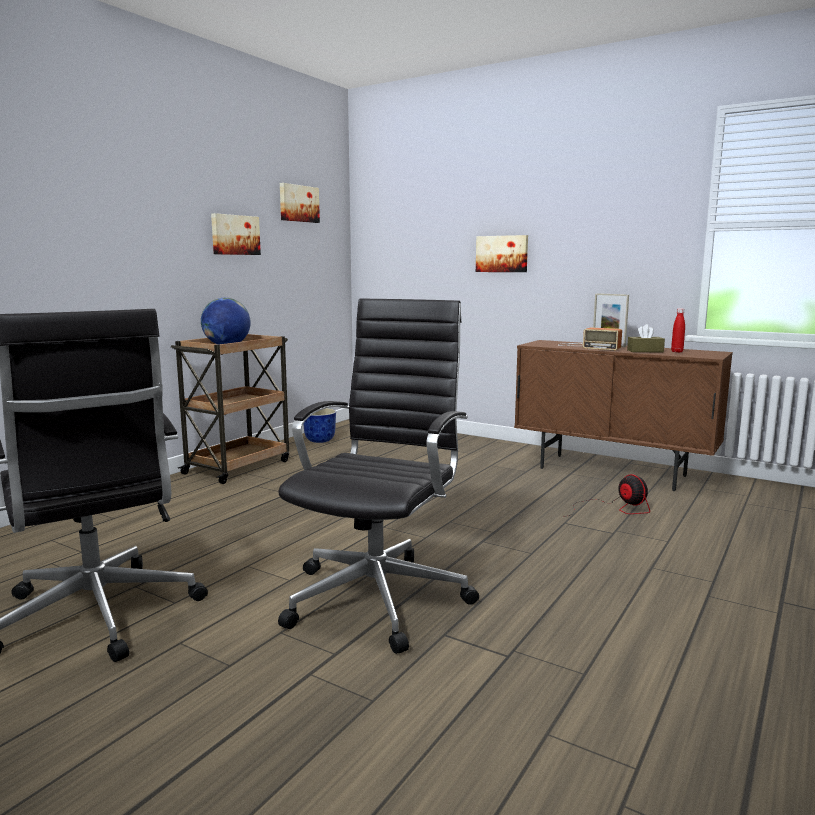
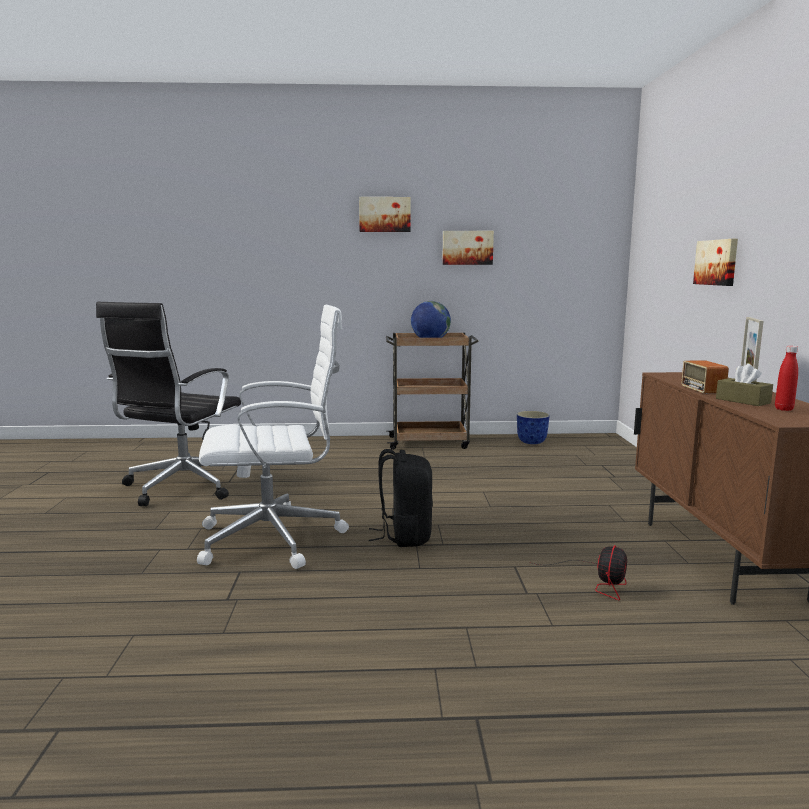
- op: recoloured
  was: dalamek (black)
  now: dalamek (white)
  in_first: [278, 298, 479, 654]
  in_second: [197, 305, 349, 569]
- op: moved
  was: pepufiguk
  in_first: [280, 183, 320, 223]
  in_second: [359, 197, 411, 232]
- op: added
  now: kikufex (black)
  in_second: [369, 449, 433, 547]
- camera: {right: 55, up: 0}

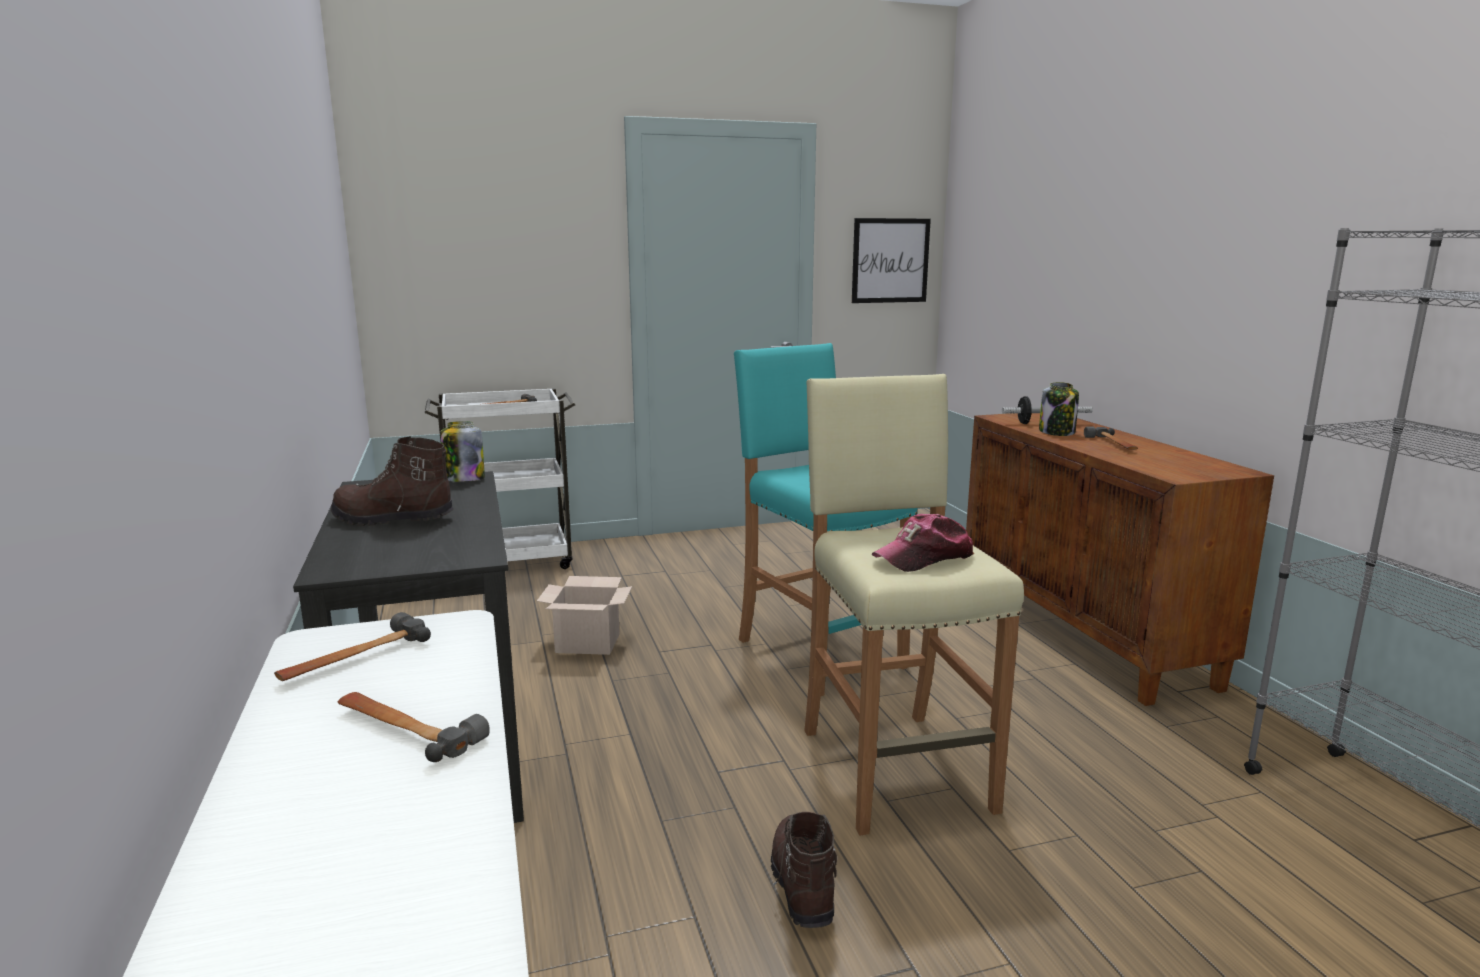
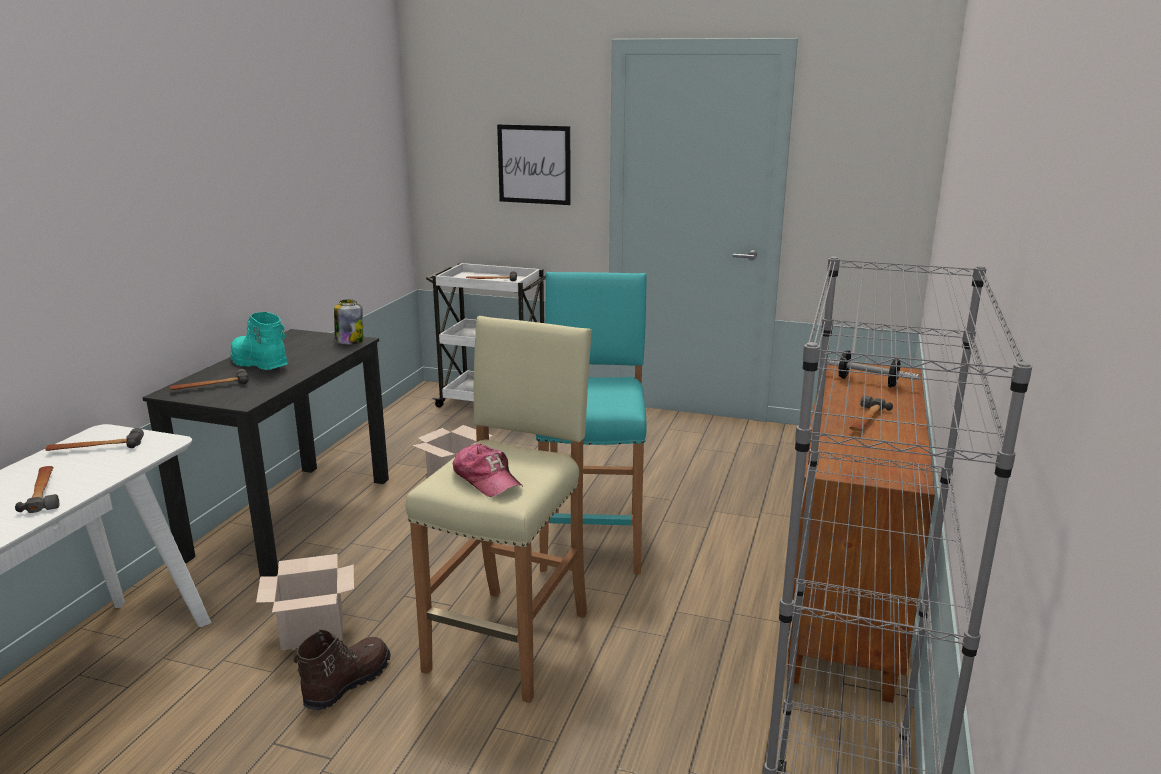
- op: added
  now: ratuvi
  in_second: [170, 369, 249, 390]
- op: recoloured
  was: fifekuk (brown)
  now: fifekuk (turquoise)
  in_first: [331, 436, 454, 526]
  in_second: [231, 312, 288, 370]
- op: added
  now: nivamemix
  in_second: [256, 554, 354, 650]
- op: turned
  was: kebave
  in_first: [872, 514, 975, 572]
  in_second: [452, 443, 522, 497]
  clockwise: -135
- op: moved
  was: pepufiguk
  in_first: [852, 218, 931, 303]
  in_second: [497, 124, 571, 205]
- op: removed
  was: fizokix
  in_first: [1039, 382, 1079, 436]
- camera: {right: 35, up: 5}

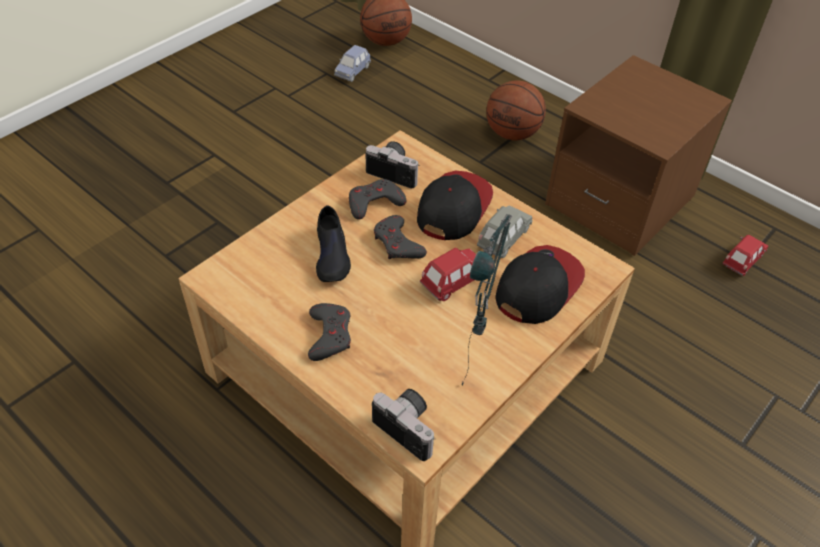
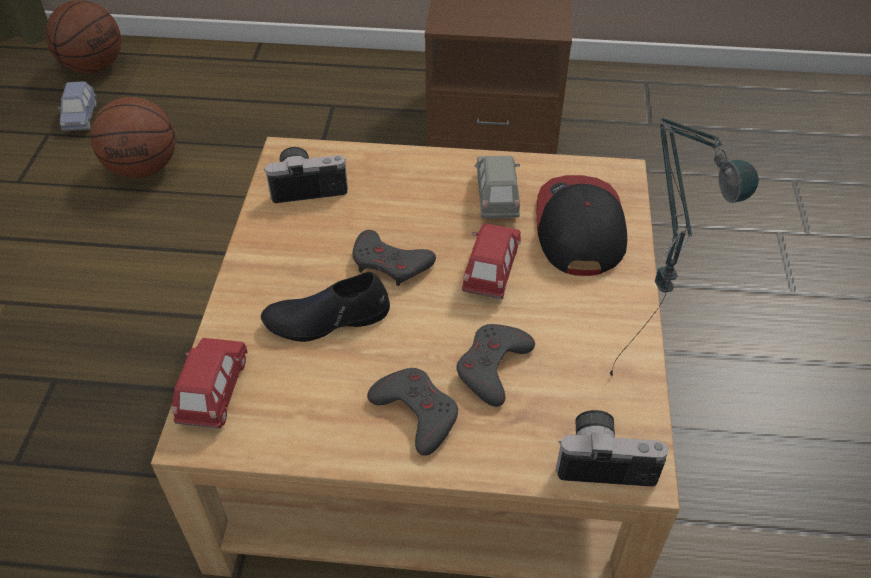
- op: moved
  was: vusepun
  in_first: [486, 80, 546, 141]
  in_second: [90, 97, 176, 178]
- op: moved
  was: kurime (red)
  in_first: [722, 235, 768, 276]
  in_second: [171, 338, 248, 429]
- op: turned
  was: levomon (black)
  in_first: [316, 205, 351, 282]
  in_second: [261, 272, 390, 342]
  clockwise: 120
- op: moved
  was: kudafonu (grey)
  in_first: [349, 179, 406, 220]
  in_second: [456, 324, 535, 407]
- op: removed
  was: kebave
  in_first: [417, 171, 493, 240]
- camera: {right: -35, up: 0}

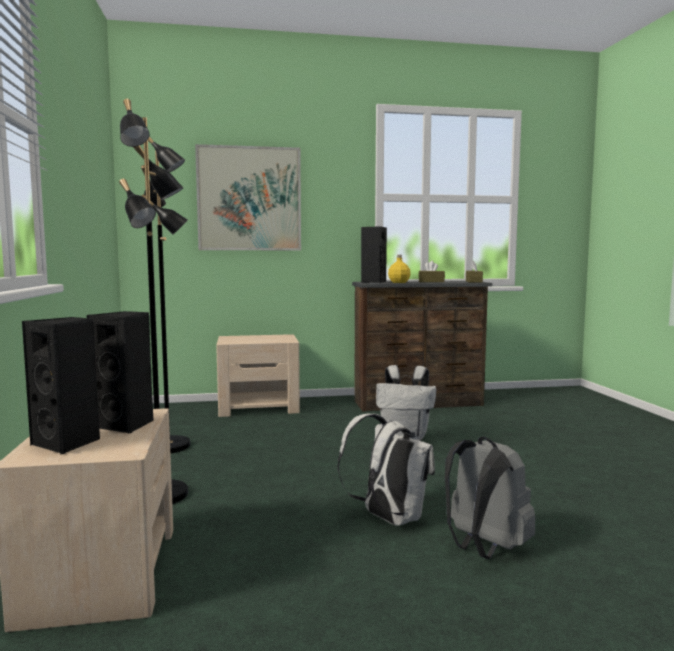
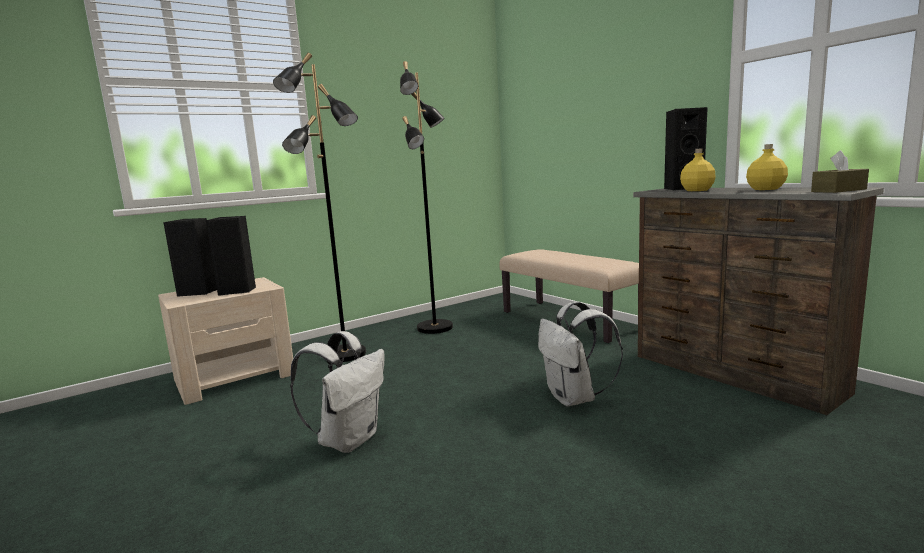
- op: replaced
  was: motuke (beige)
  now: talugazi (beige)
  in_first: [216, 334, 300, 417]
  in_second: [499, 249, 639, 343]
- op: replaced
  was: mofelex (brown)
  now: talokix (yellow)
  in_first: [418, 261, 445, 282]
  in_second: [746, 144, 788, 190]
- op: removed
  was: pepufiguk
  in_first: [195, 144, 301, 250]
- op: removed
  was: kikufex (grey)
  in_first: [445, 436, 535, 559]
- camera: {right: 65, up: 5}

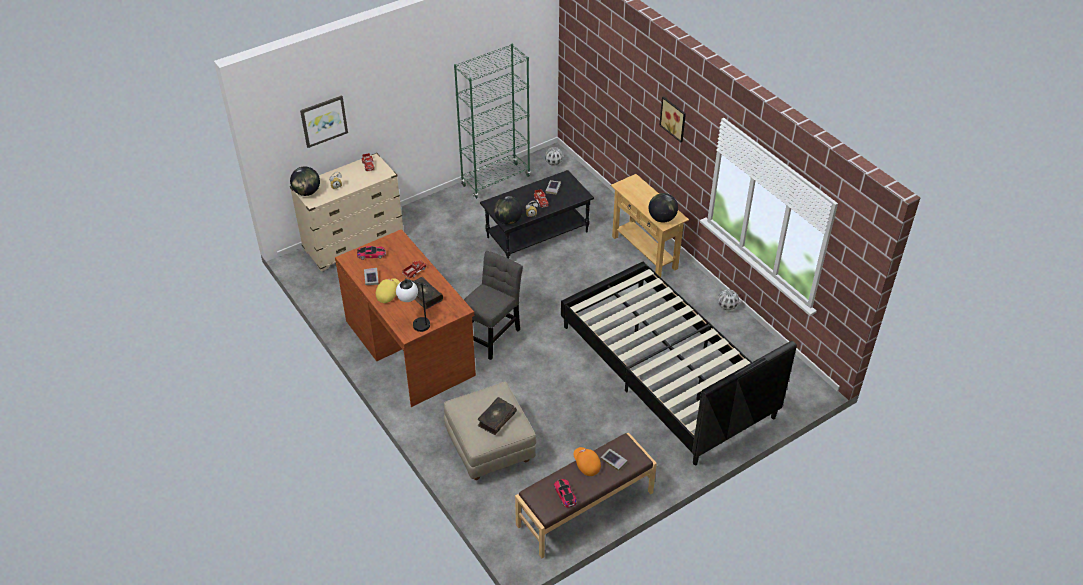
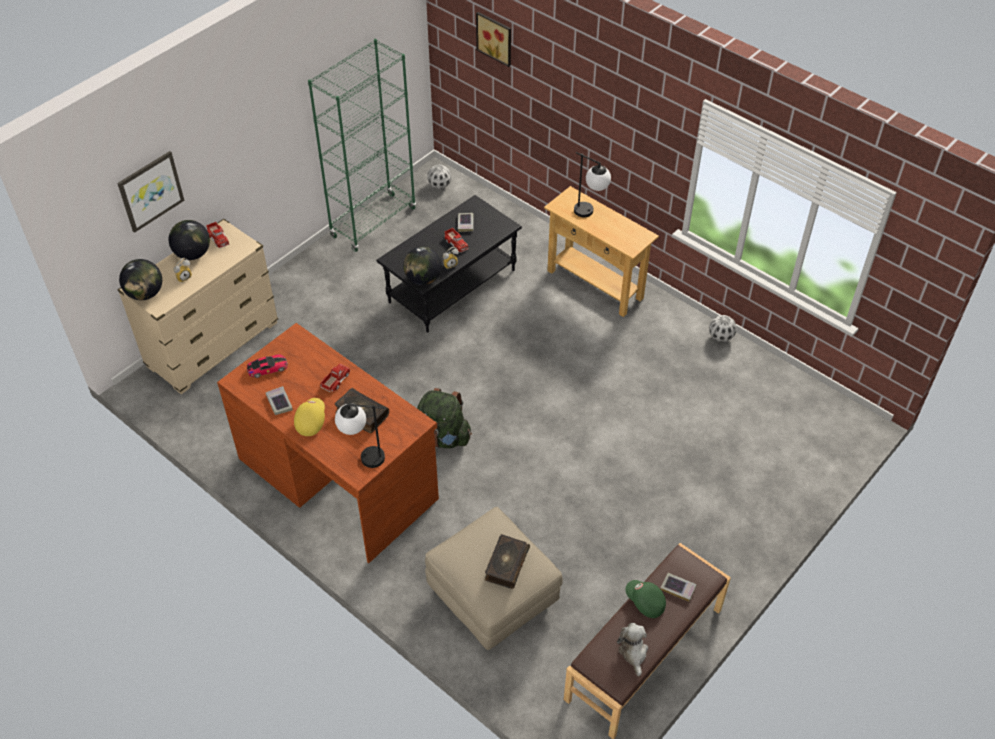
- op: moved
  was: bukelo
  in_first: [649, 193, 678, 223]
  in_second: [169, 220, 210, 260]
- op: replaced
  was: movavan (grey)
  now: kikufex (green)
  in_first: [464, 251, 523, 360]
  in_second: [417, 388, 472, 448]
- op: moved
  was: pepufiguk
  in_first: [659, 97, 686, 142]
  in_second: [476, 12, 511, 67]
- op: added
  now: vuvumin
  in_second: [574, 152, 611, 217]
- op: replaced
  was: kurime
  now: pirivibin
  in_first: [554, 479, 577, 508]
  in_second: [617, 623, 648, 677]
- op: recoloured
  was: kebave (orange)
  now: kebave (green)
  in_first: [574, 447, 601, 476]
  in_second: [626, 580, 666, 618]
- op: removed
  was: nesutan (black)
  in_first: [561, 262, 797, 465]
- camera: {right: -15, up: 5}

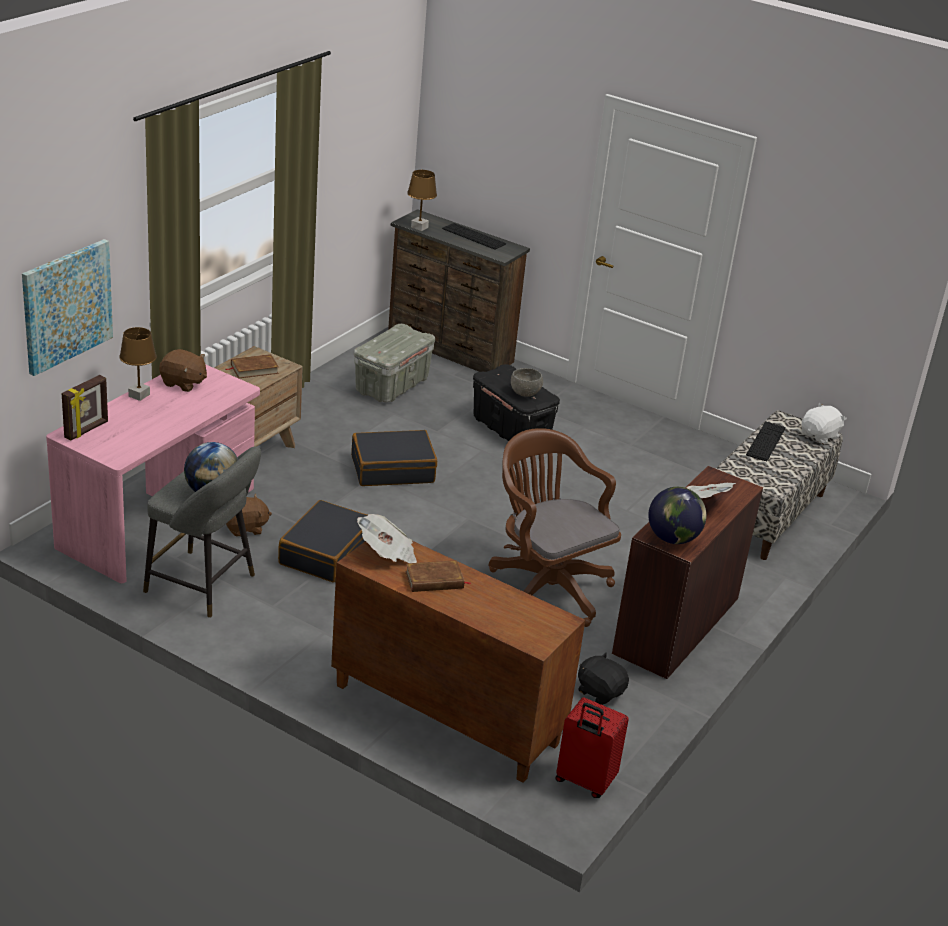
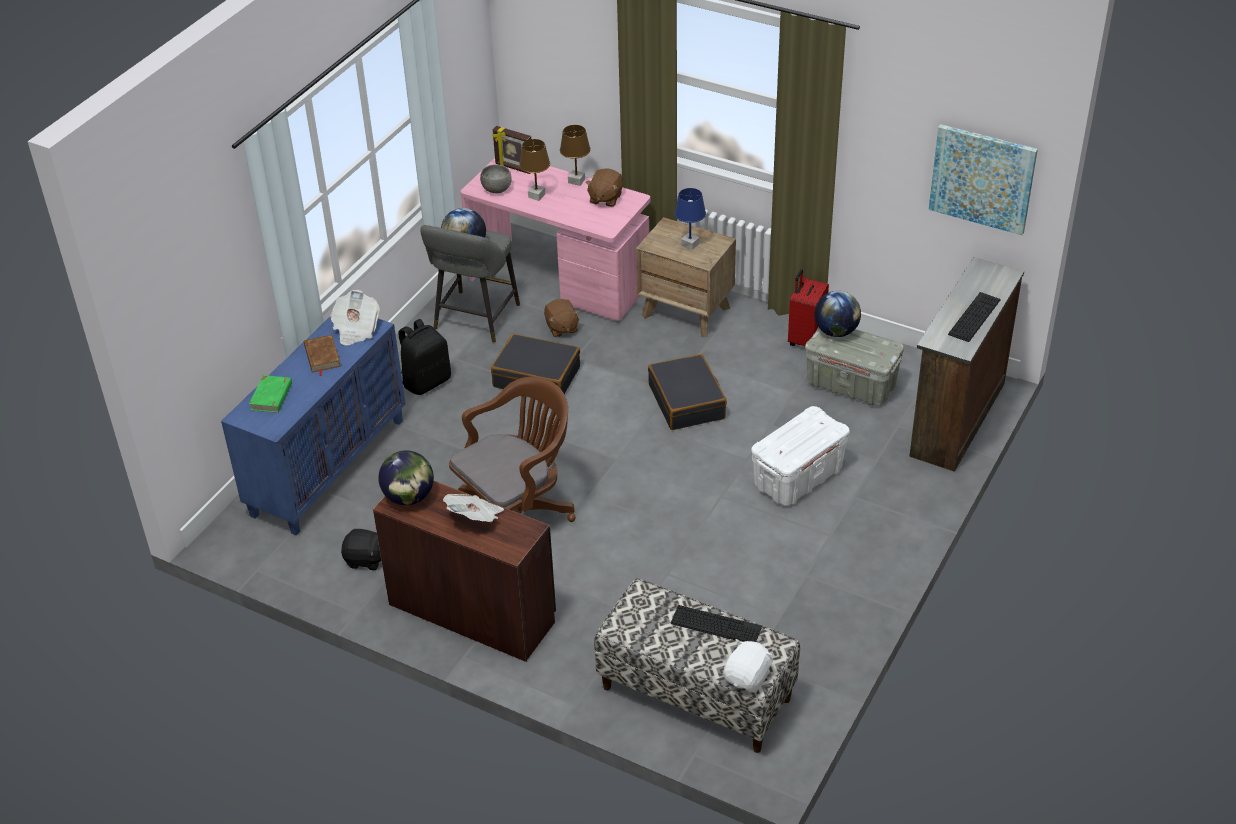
- op: recoloured
  was: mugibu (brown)
  now: mugibu (blue)
  in_first: [331, 541, 585, 783]
  in_second: [221, 317, 405, 535]
- op: added
  now: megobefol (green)
  in_second: [249, 375, 292, 413]
- op: turned
  was: pirivibin (black)
  in_first: [578, 653, 629, 705]
  in_second: [341, 529, 381, 570]
  clockwise: 60
- op: added
  now: kikufex (black)
  in_second: [398, 319, 451, 395]
- op: moved
  was: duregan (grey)
  in_first: [511, 368, 543, 397]
  in_second: [480, 164, 511, 193]
- op: moved
  was: vuvumin (brown)
  in_first: [407, 170, 437, 231]
  in_second: [519, 139, 550, 201]
- op: replaced
  was: megobefol (brown)
  now: vuvumin (blue)
  in_first: [226, 354, 279, 378]
  in_second: [674, 188, 706, 250]
- op: turned
  was: pirivibin (white)
  in_first: [802, 403, 847, 444]
  in_second: [723, 639, 775, 693]
  clockwise: -105
- op: recoloured
  was: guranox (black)
  now: guranox (white)
  in_first: [473, 364, 560, 441]
  in_second: [751, 406, 850, 506]
- op: moved
  was: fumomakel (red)
  in_first: [556, 697, 629, 798]
  in_second: [788, 269, 829, 346]
- op: added
  now: bukelo
  in_second: [814, 291, 861, 337]
- op: moved
  was: pepufiguk
  in_first: [22, 239, 113, 376]
  in_second: [929, 124, 1038, 235]
- camera: {right: 90, up: 10}

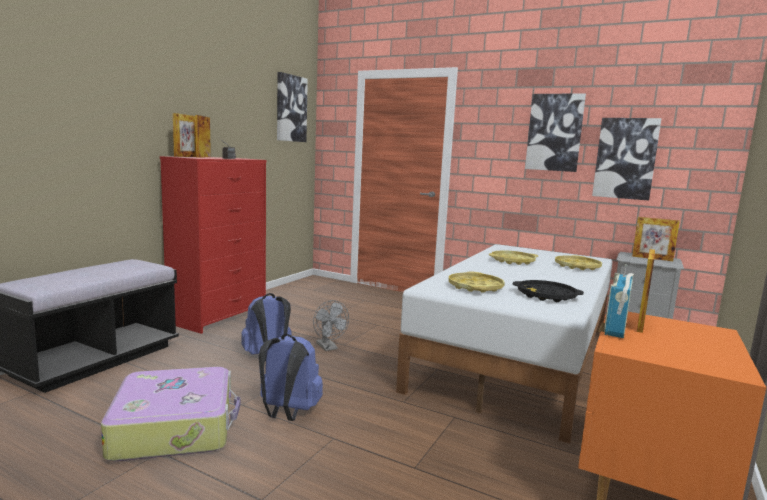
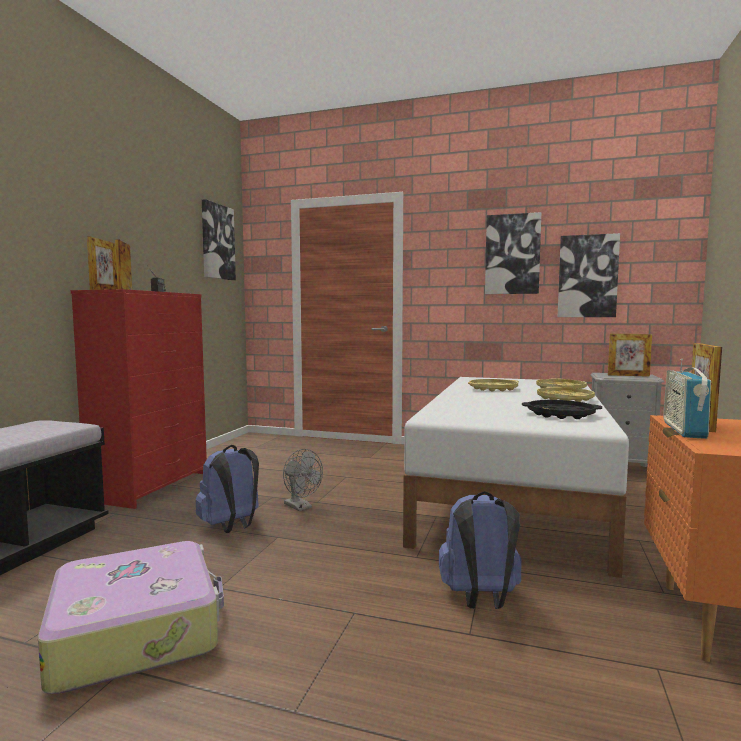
- op: moved
  was: kikufex (blue)
  in_first: [259, 334, 323, 421]
  in_second: [439, 491, 522, 609]
- op: moved
  was: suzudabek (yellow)
  in_first: [449, 272, 505, 293]
  in_second: [537, 387, 595, 402]
- camera: {right: -10, up: -5}

